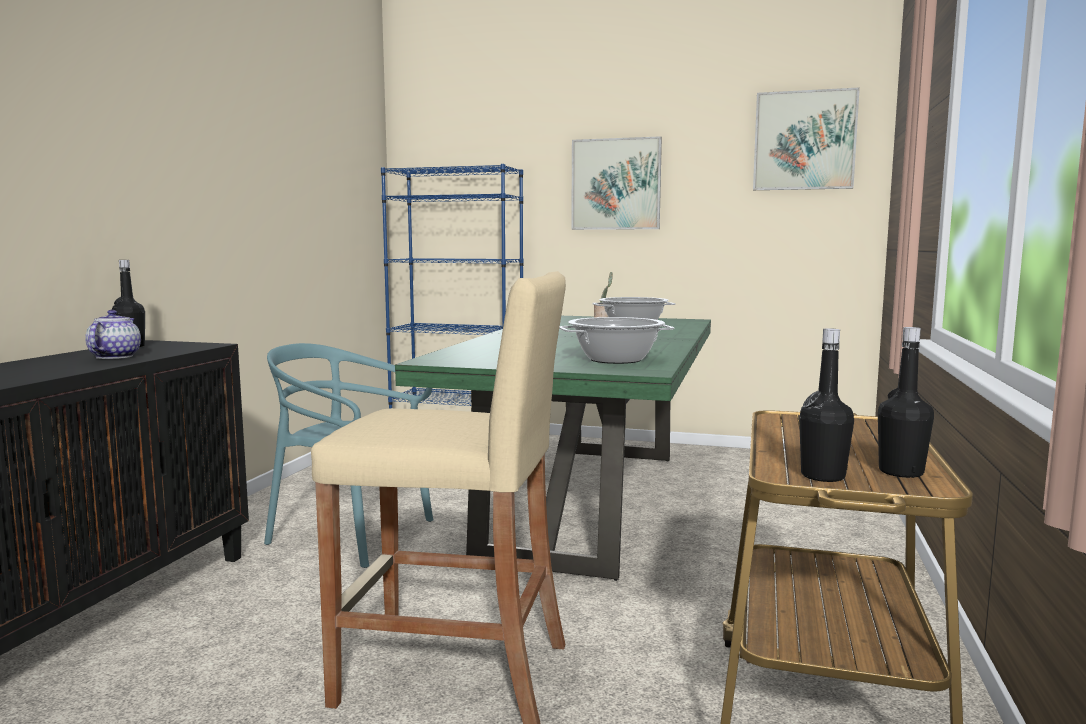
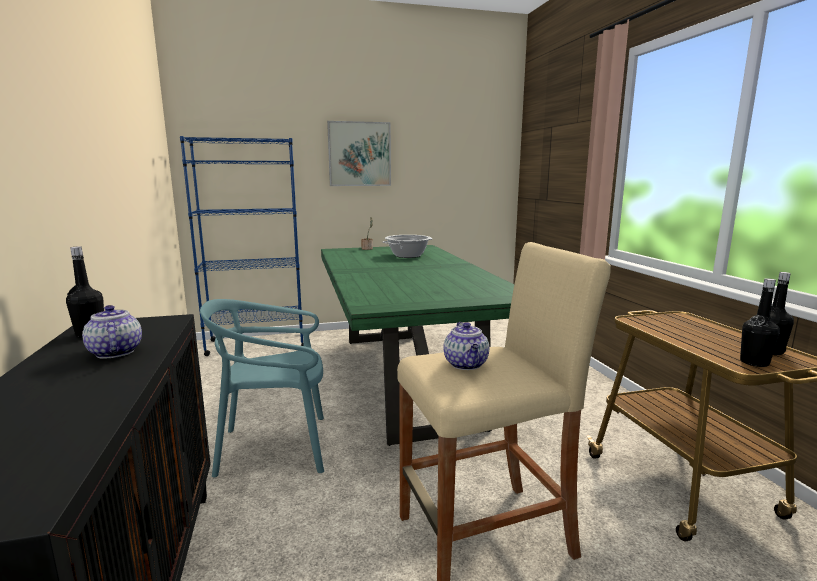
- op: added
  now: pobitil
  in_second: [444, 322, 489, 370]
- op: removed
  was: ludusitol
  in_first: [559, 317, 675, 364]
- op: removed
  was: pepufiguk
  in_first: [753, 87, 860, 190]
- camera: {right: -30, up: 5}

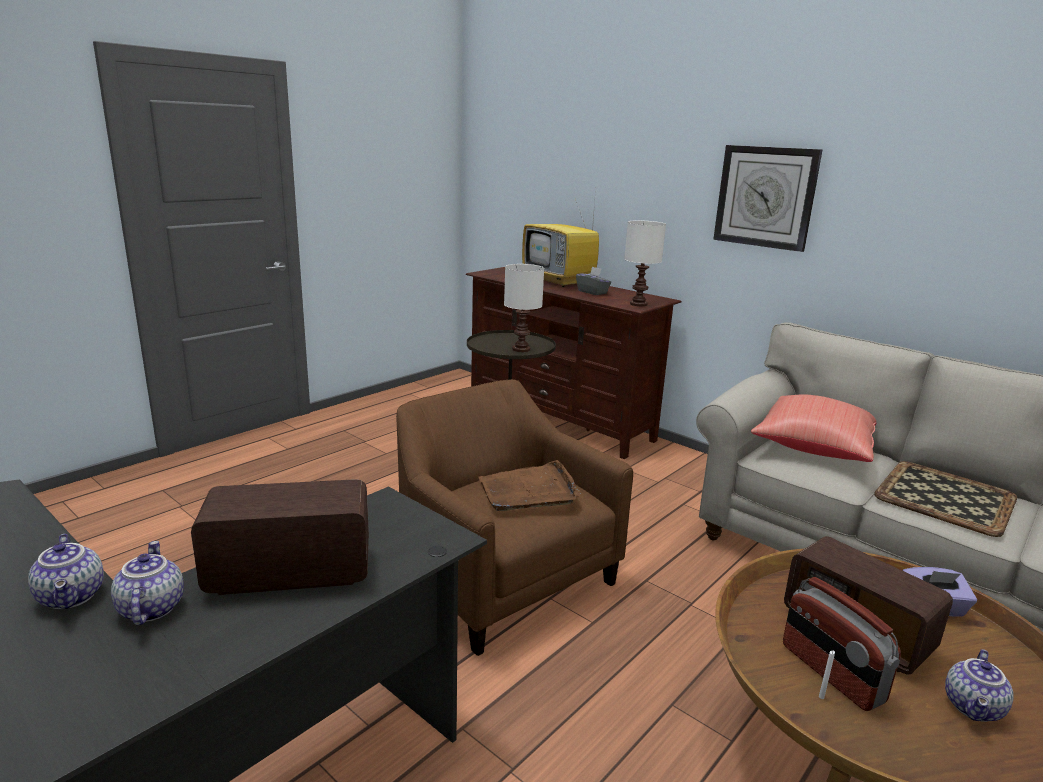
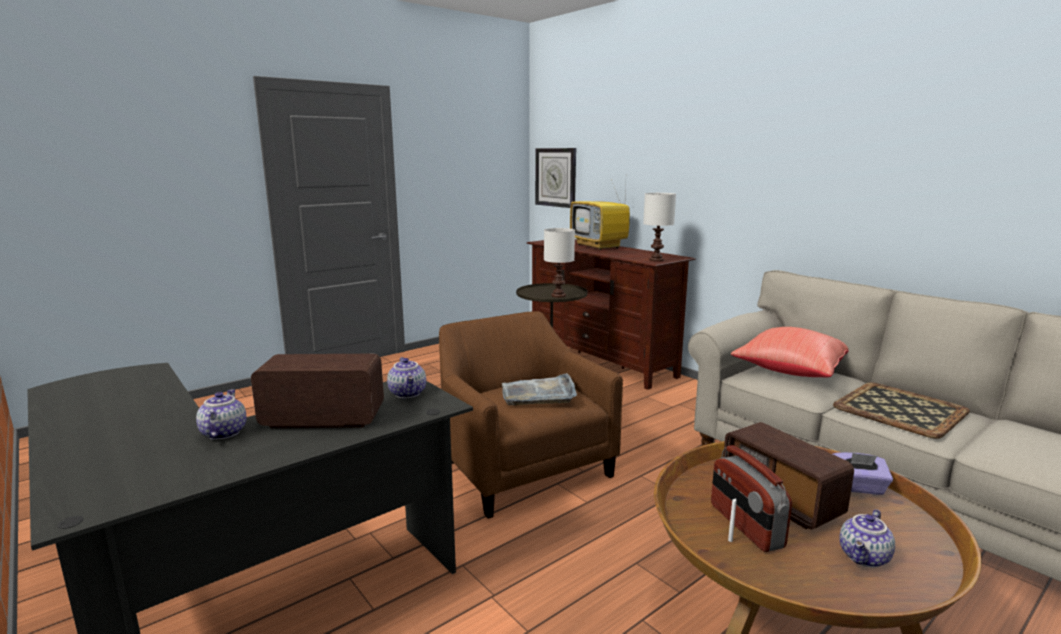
- op: moved
  was: pobitil
  in_first: [28, 534, 104, 609]
  in_second: [387, 357, 426, 398]
- op: recoloured
  was: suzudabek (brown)
  now: suzudabek (grey)
  in_first: [478, 460, 581, 511]
  in_second: [502, 373, 577, 405]
- op: moved
  was: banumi
  in_first: [713, 145, 822, 252]
  in_second: [535, 148, 576, 208]
- op: removed
  was: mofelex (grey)
  in_first: [576, 267, 611, 295]
- camera: {right: 10, up: -5}

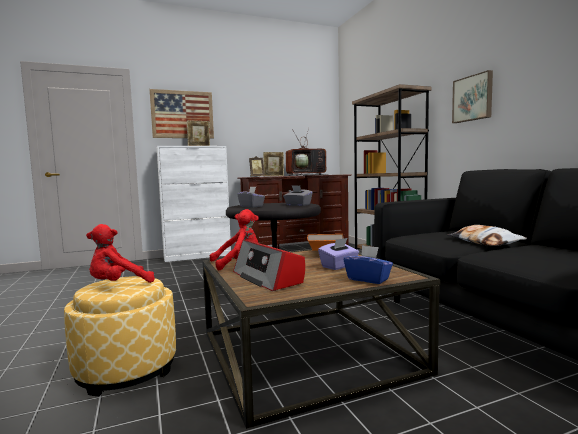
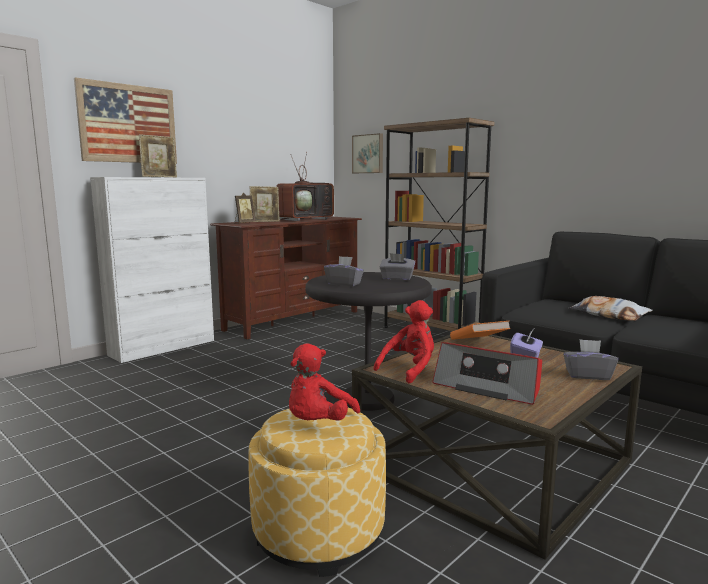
- op: moved
  was: pepufiguk
  in_first: [452, 70, 493, 123]
  in_second: [352, 133, 383, 173]
- op: recoloured
  was: mofelex (blue)
  now: mofelex (grey)
  in_first: [344, 245, 393, 284]
  in_second: [563, 339, 618, 380]
- camera: {right: -25, up: 5}

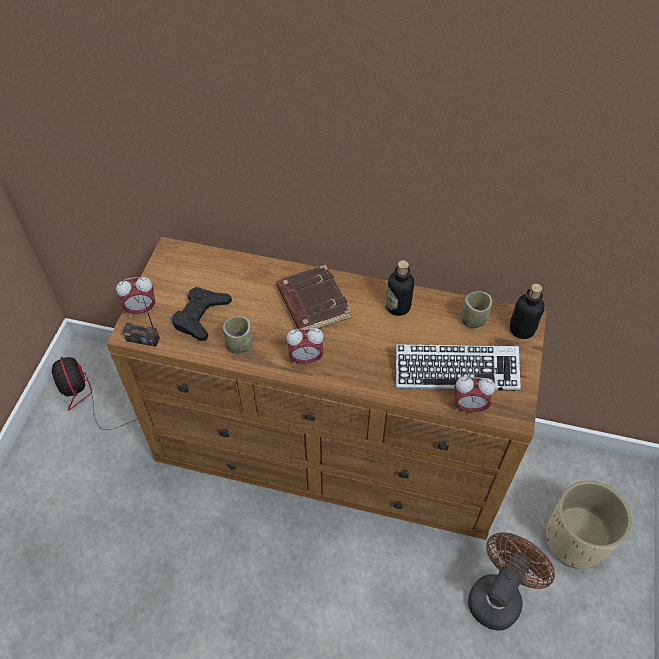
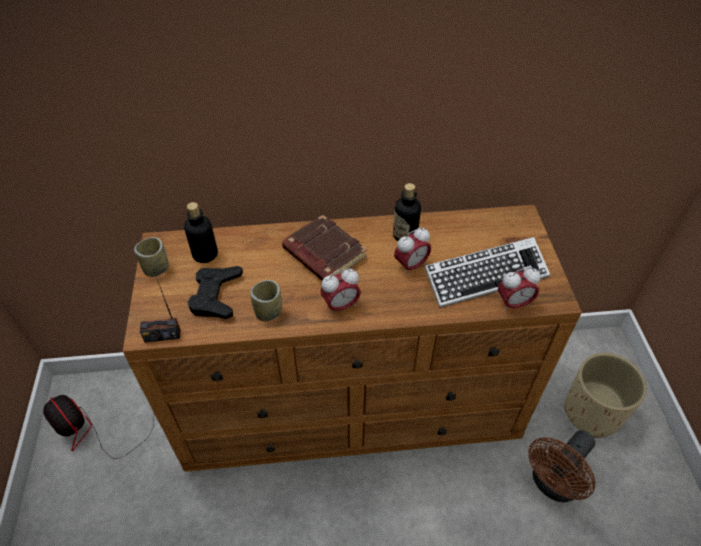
- op: moved
  was: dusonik
  in_first: [462, 291, 492, 328]
  in_second: [134, 237, 169, 277]
- op: moved
  was: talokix
  in_first: [510, 284, 544, 339]
  in_second: [184, 202, 218, 263]
- op: moved
  was: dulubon
  in_first: [116, 277, 155, 317]
  in_second: [394, 227, 431, 275]
- op: turned
  was: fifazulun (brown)
  in_first: [468, 532, 555, 631]
  in_second: [528, 430, 595, 502]
  clockwise: -150
- camera: {right: -20, up: -5}

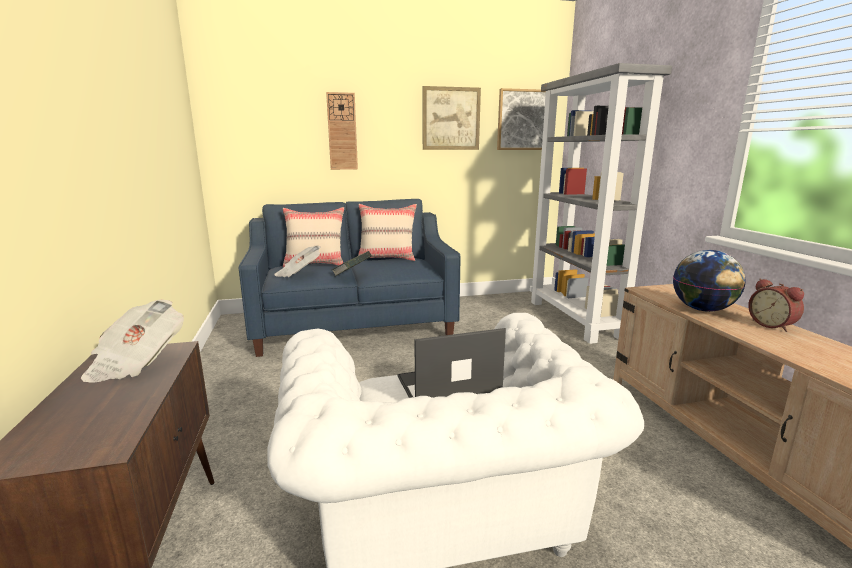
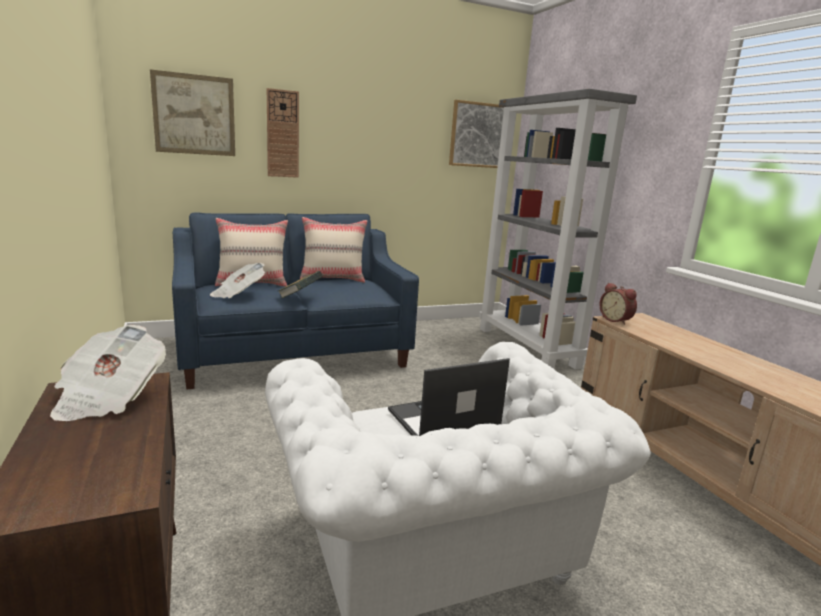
- op: moved
  was: pepufiguk
  in_first: [423, 86, 481, 150]
  in_second: [150, 69, 235, 156]
- op: moved
  was: dulubon
  in_first: [748, 278, 804, 332]
  in_second: [600, 283, 637, 325]
- op: removed
  was: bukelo
  in_first: [673, 250, 746, 312]
- camera: {right: -10, up: 0}

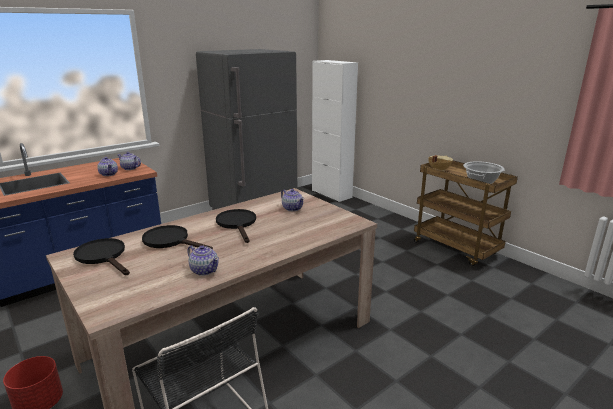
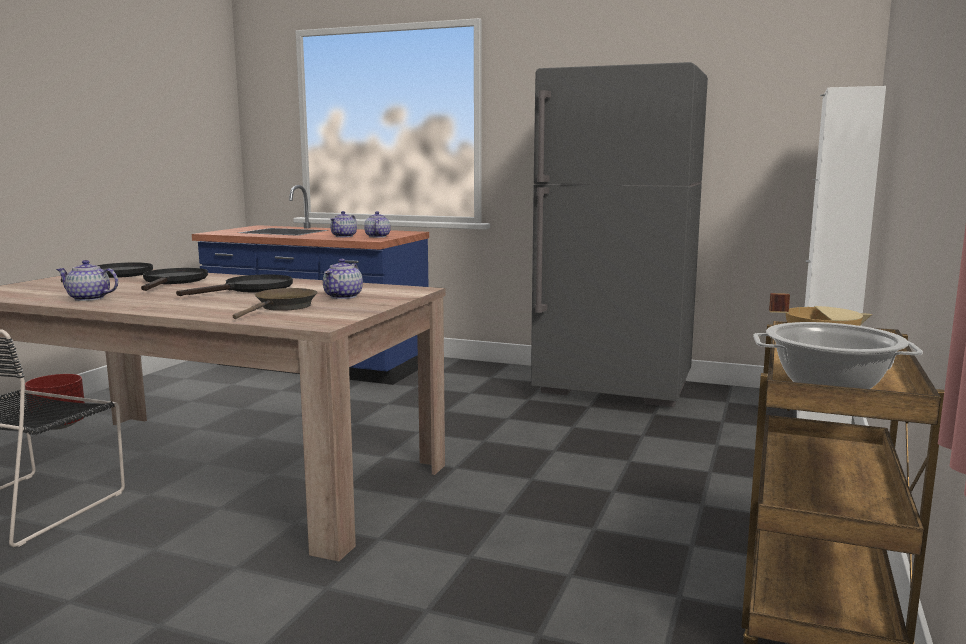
- op: turned
  was: pobitil
  in_first: [187, 245, 219, 276]
  in_second: [56, 260, 118, 301]
  clockwise: 90
- op: added
  now: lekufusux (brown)
  in_second: [233, 288, 318, 319]
- camera: {right: 60, up: -10}

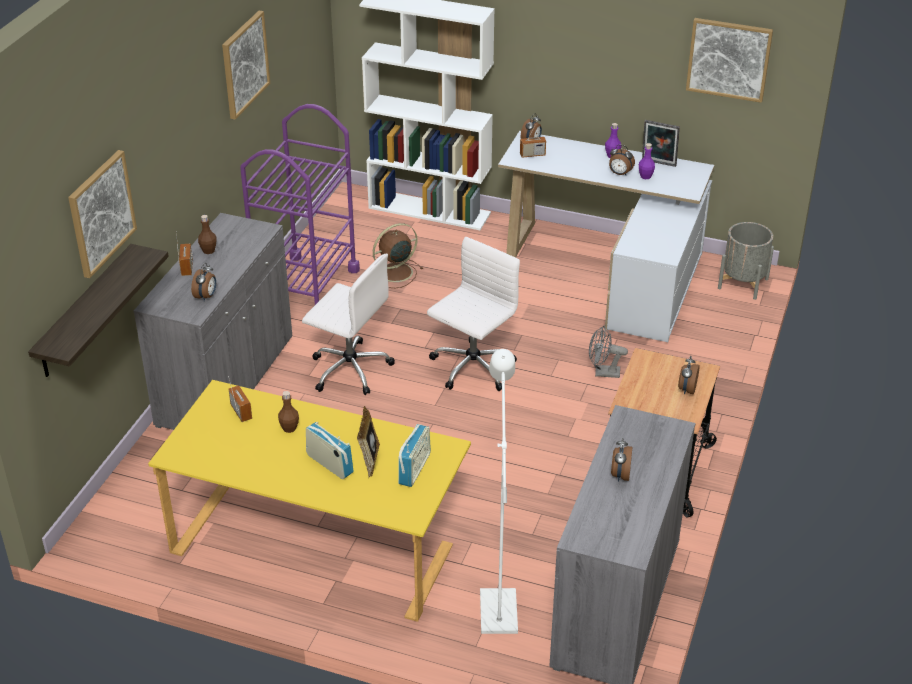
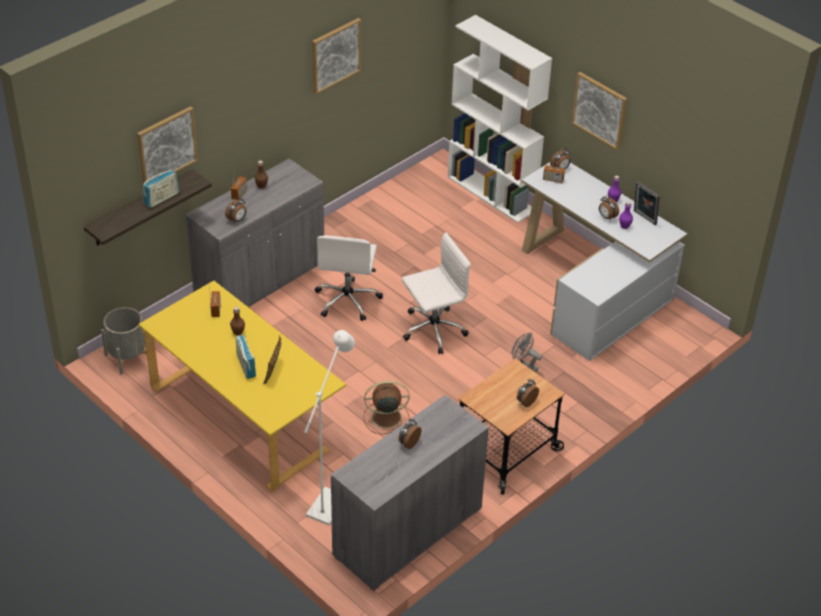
- op: moved
  was: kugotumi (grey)
  in_first: [718, 222, 774, 300]
  in_second: [101, 307, 147, 375]
- op: moved
  was: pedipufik
  in_first: [398, 424, 431, 487]
  in_second: [143, 170, 180, 208]
- op: turned
  was: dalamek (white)
  in_first: [302, 254, 395, 395]
  in_second: [314, 235, 383, 321]
  clockwise: 45
- op: moved
  was: fifazulun (brown)
  in_first: [373, 223, 423, 288]
  in_second: [364, 381, 410, 434]
- op: moved
  was: pepufiguk
  in_first: [686, 18, 773, 103]
  in_second: [571, 72, 627, 150]
- op: removed
  was: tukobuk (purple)
  in_first: [240, 104, 360, 305]
- camera: {right: 25, up: 5}

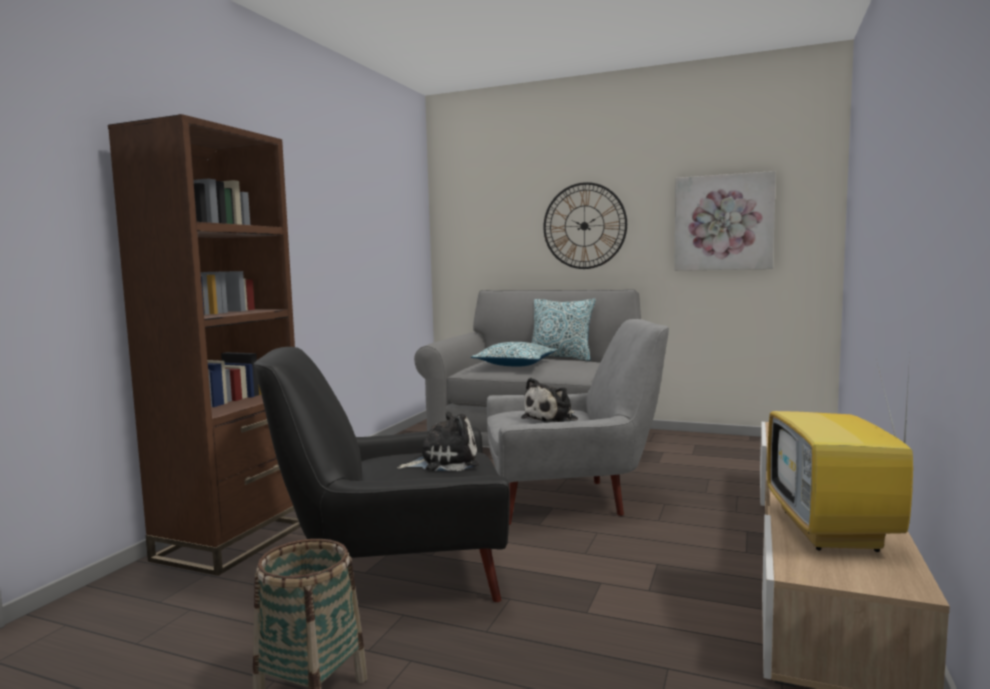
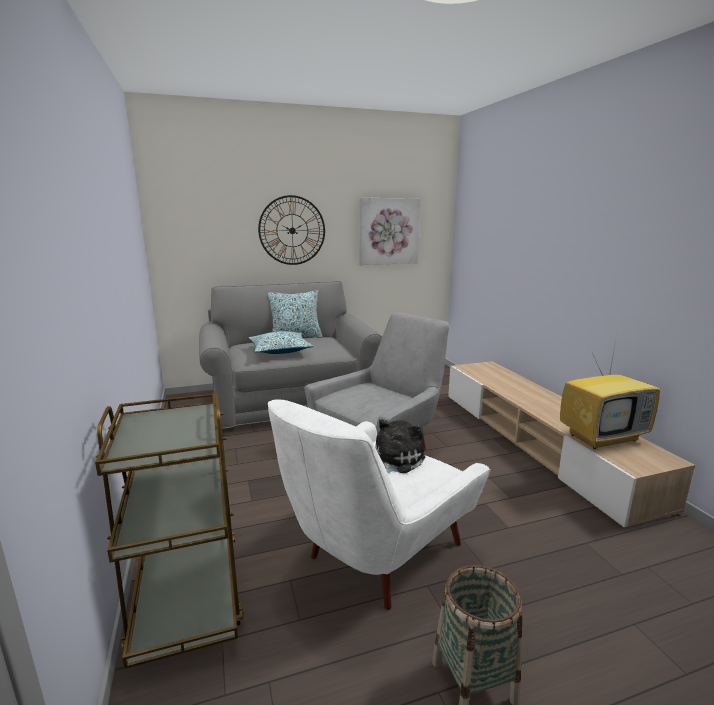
- op: replaced
  was: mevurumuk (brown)
  now: tukobuk (brown)
  in_first: [108, 114, 301, 576]
  in_second: [95, 393, 244, 669]
- op: recoloured
  was: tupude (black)
  now: tupude (white)
  in_first: [254, 347, 510, 602]
  in_second: [268, 400, 491, 610]
- op: turned
  was: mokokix
  in_first: [767, 354, 913, 552]
  in_second: [560, 341, 660, 449]
  clockwise: -75
- op: removed
  was: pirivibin
  in_first: [521, 378, 578, 423]
- camera: {right: -40, up: 10}

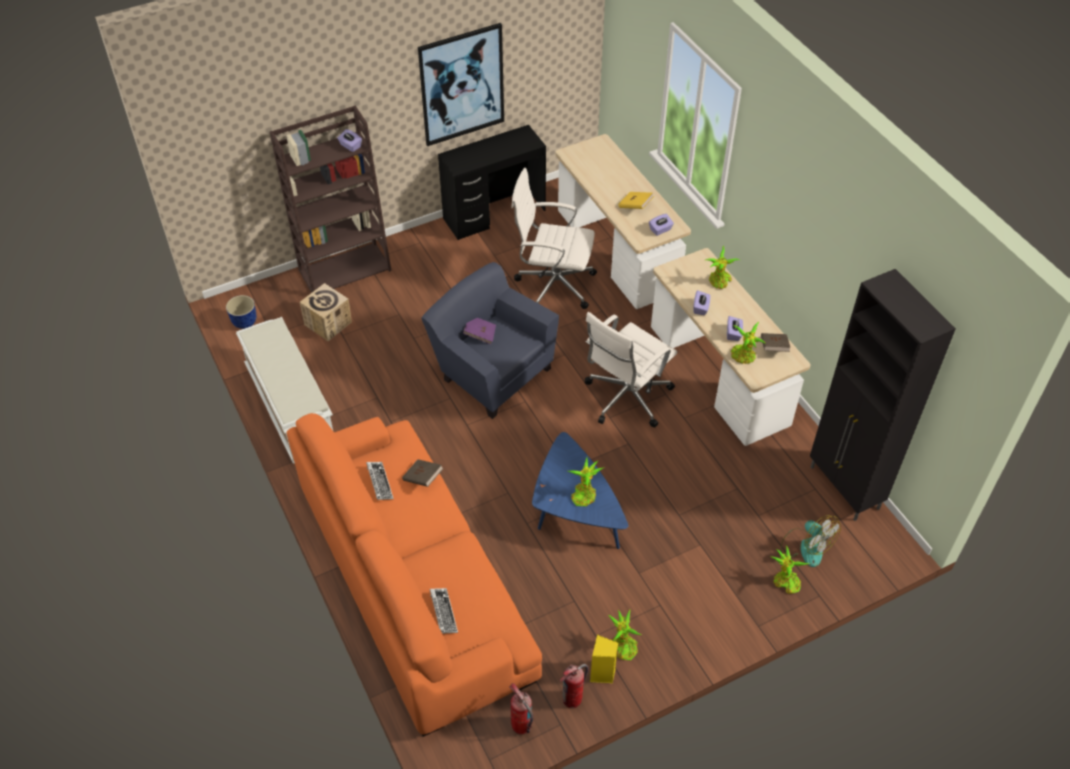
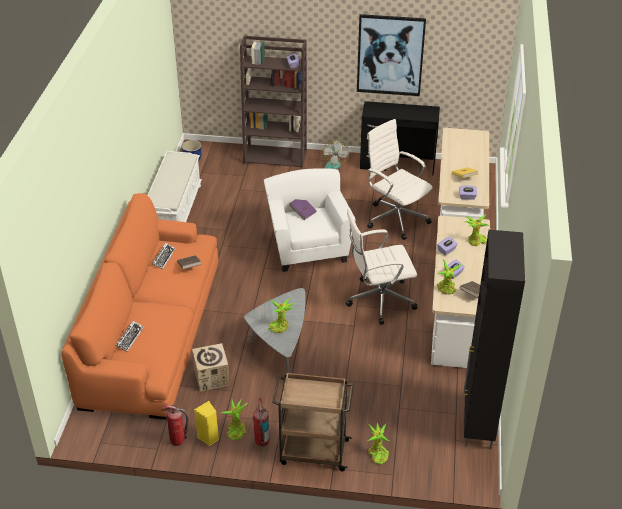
- op: moved
  was: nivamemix
  in_first: [300, 283, 352, 341]
  in_second: [192, 343, 229, 392]
- op: recoloured
  was: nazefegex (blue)
  now: nazefegex (grey)
  in_first: [532, 432, 629, 549]
  in_second: [244, 288, 305, 373]
- op: moved
  was: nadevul
  in_first: [509, 683, 533, 734]
  in_second: [253, 398, 270, 446]
- op: recoloured
  was: tupude (blue)
  now: tupude (white)
  in_first: [421, 262, 559, 419]
  in_second: [264, 168, 356, 272]
- op: added
  now: tukobuk (brown)
  in_second: [272, 372, 354, 471]
- op: moved
  was: fifazulun
  in_first: [781, 515, 841, 567]
  in_second: [317, 140, 349, 169]
- camera: {right: 35, up: -10}

